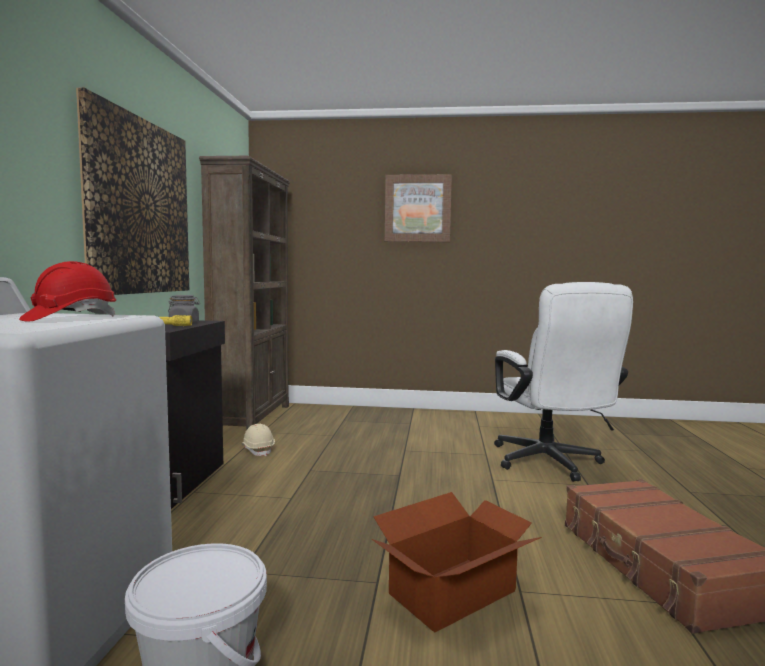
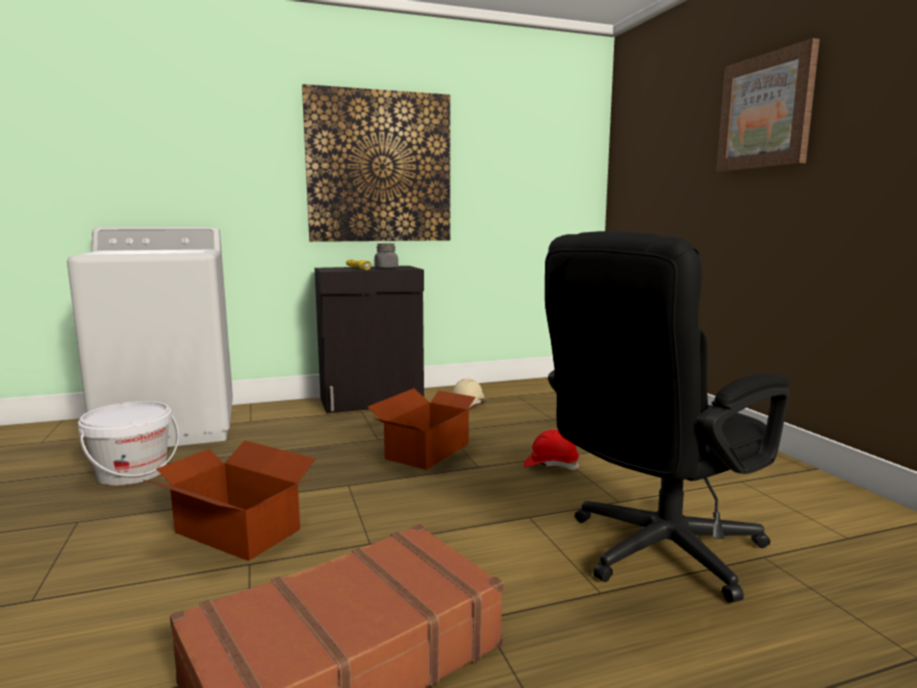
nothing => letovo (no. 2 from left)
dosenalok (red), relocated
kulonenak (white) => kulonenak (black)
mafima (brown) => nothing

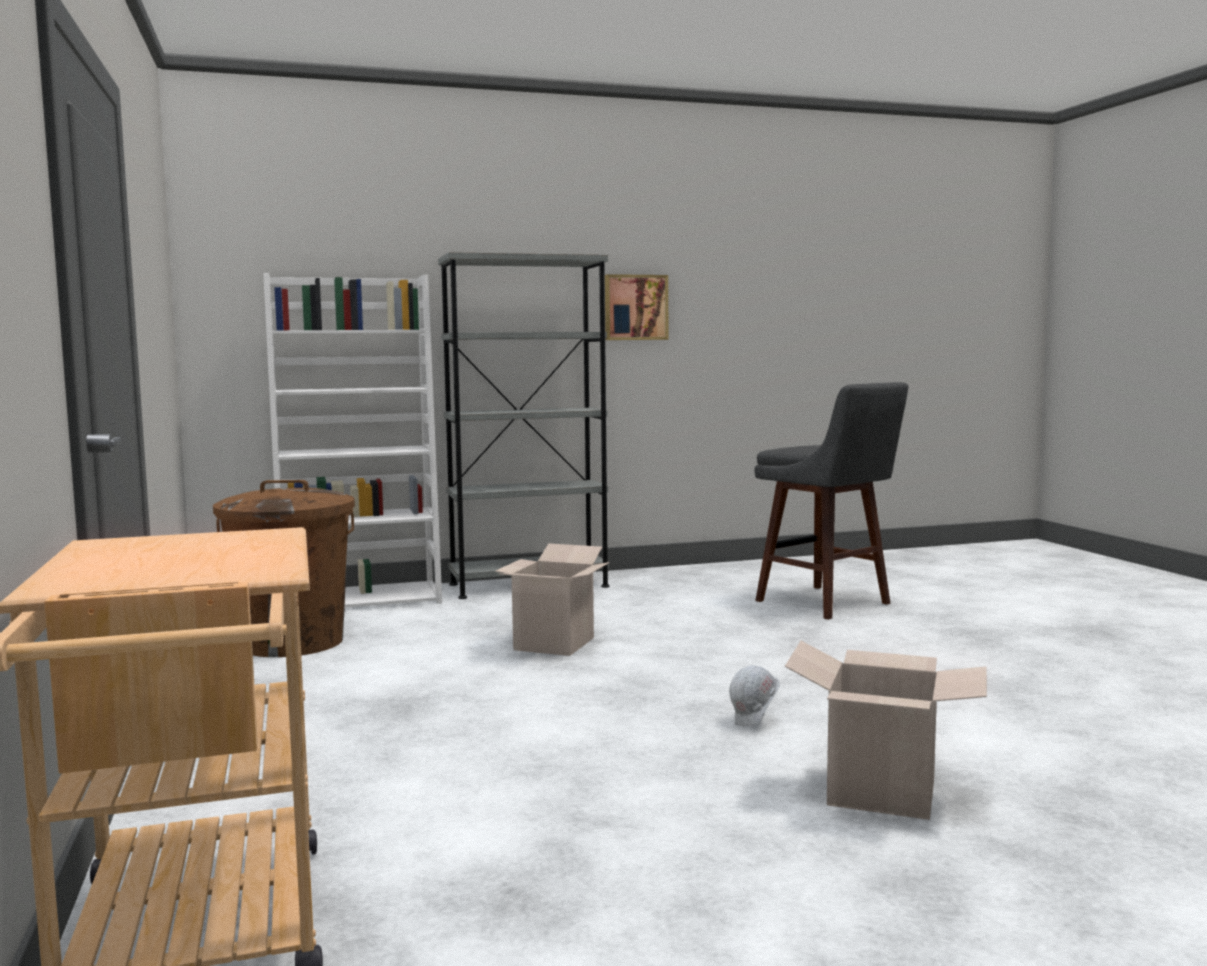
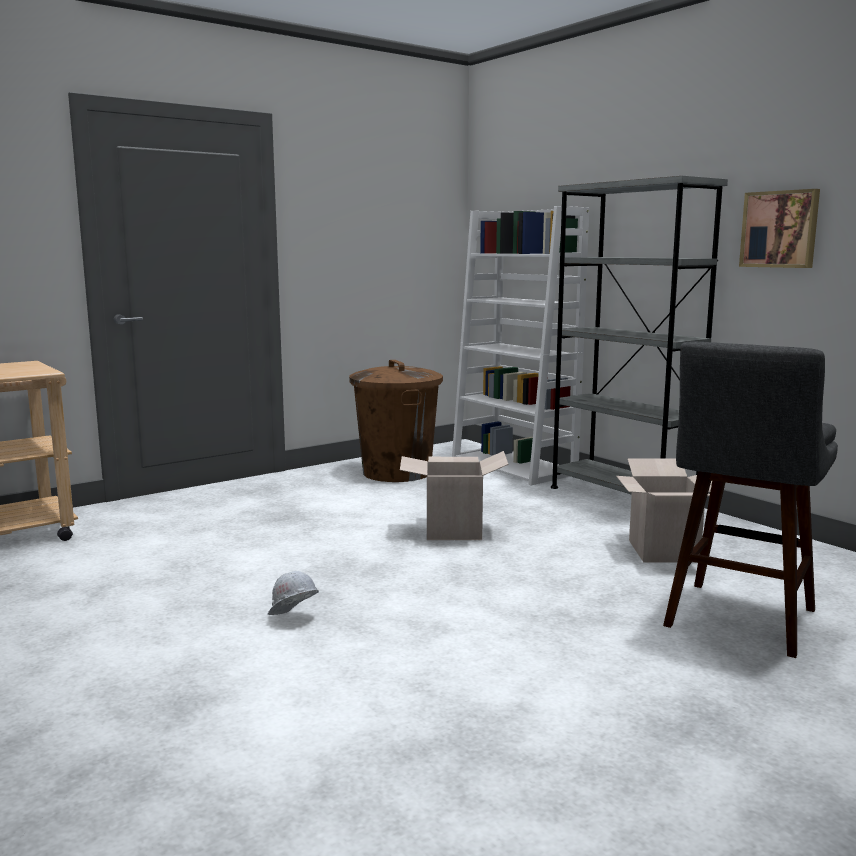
letovo (no. 2 from left), relocated

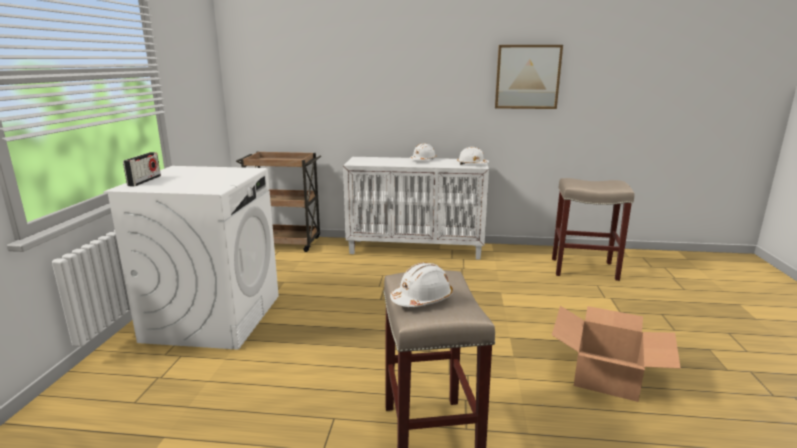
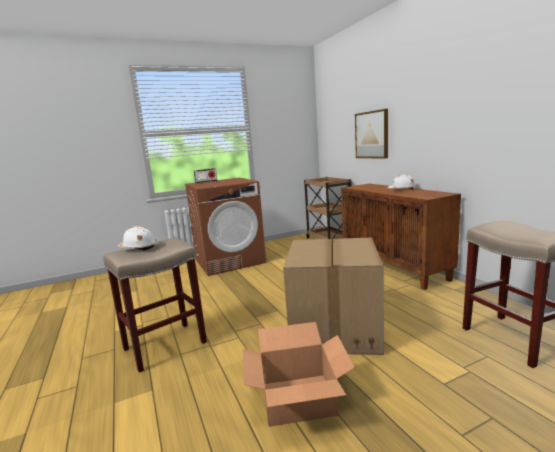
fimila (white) => fimila (brown)
nothing => letovo (no. 2 from left)
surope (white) => surope (brown)
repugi, relocated
dosenalok (white) (no. 3 from left) => nothing

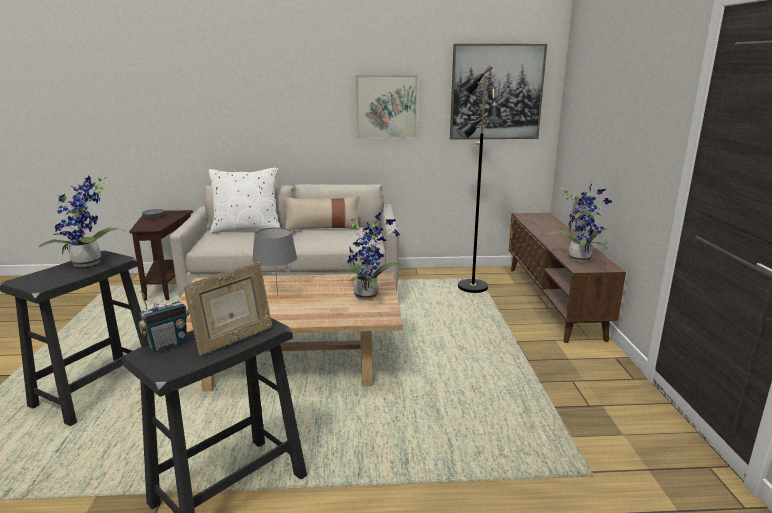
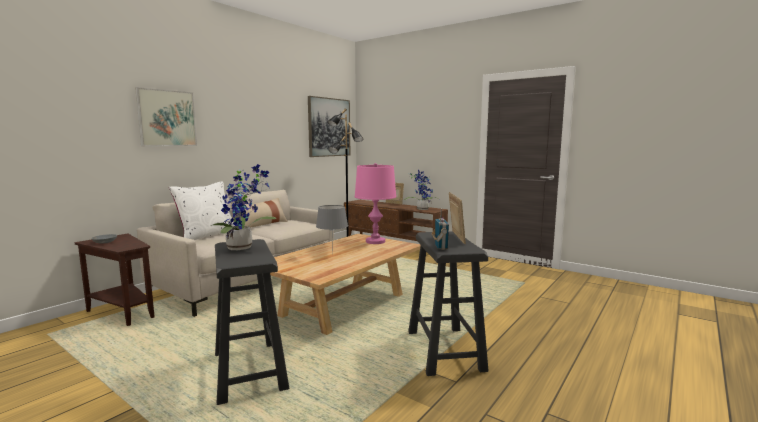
repugi (no. 1 from left), relocated
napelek (no. 2 from left) => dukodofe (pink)

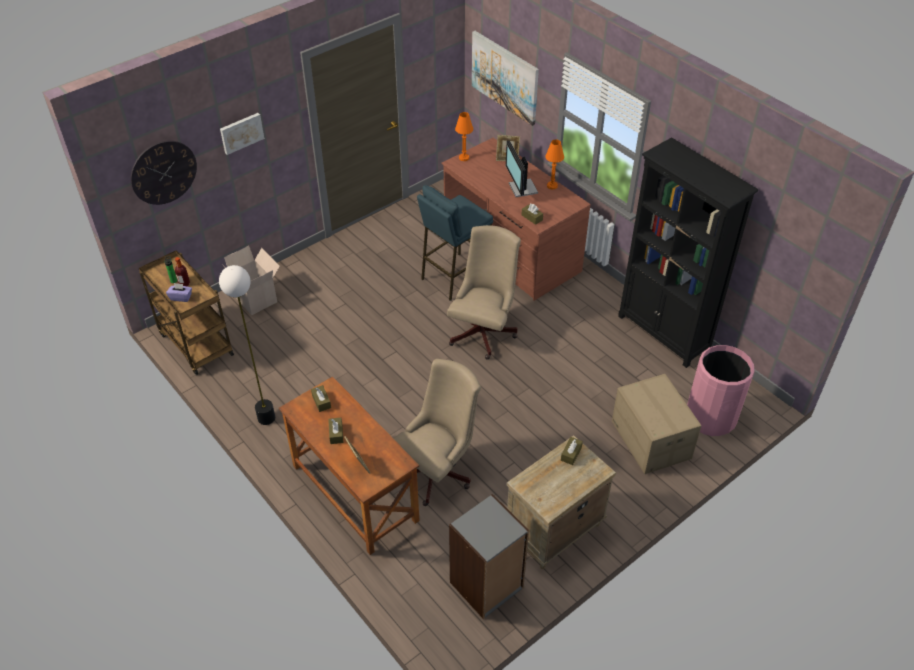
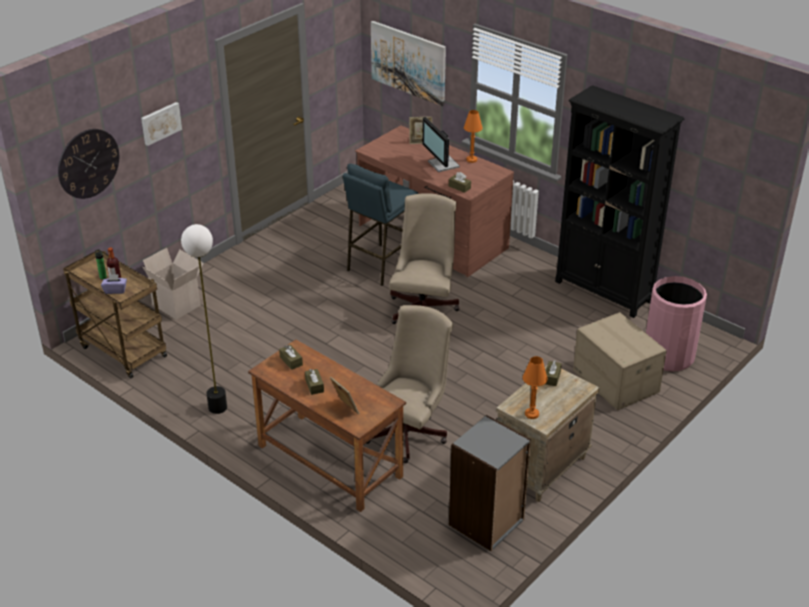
dukodofe (orange) (no. 1 from left in the first image) => dukodofe (orange) (no. 2 from left), relocated

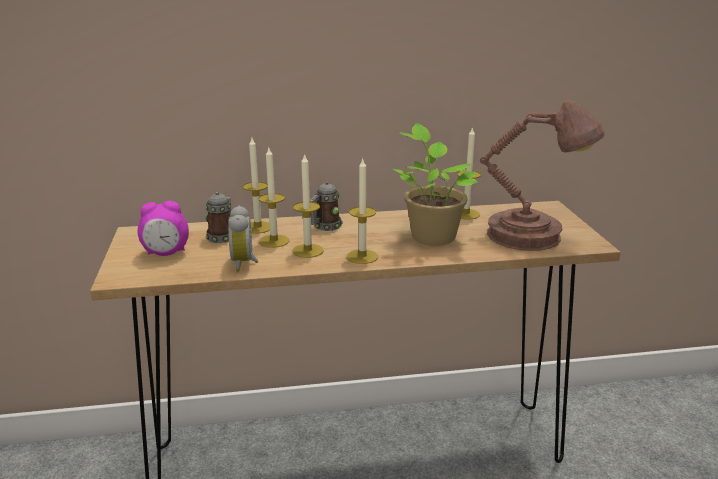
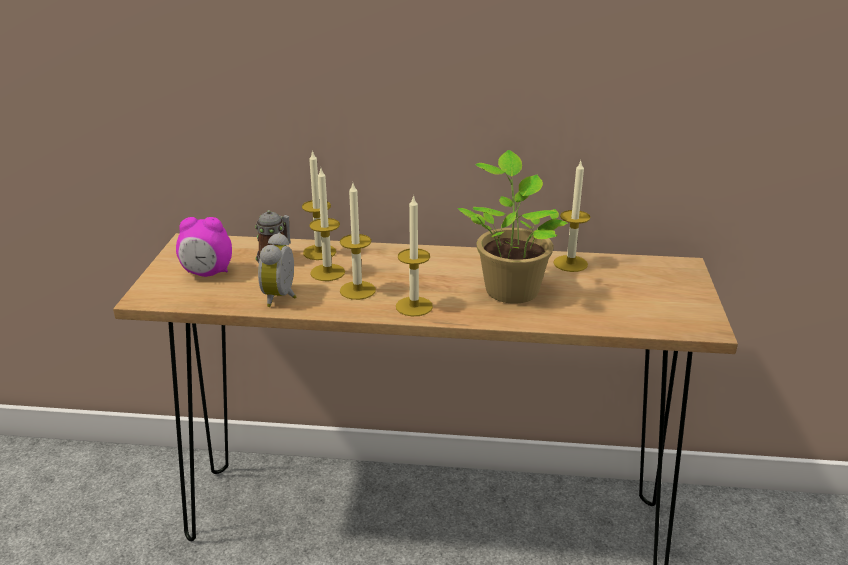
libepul (no. 2 from left) => nothing
dukodofe (brown) => nothing

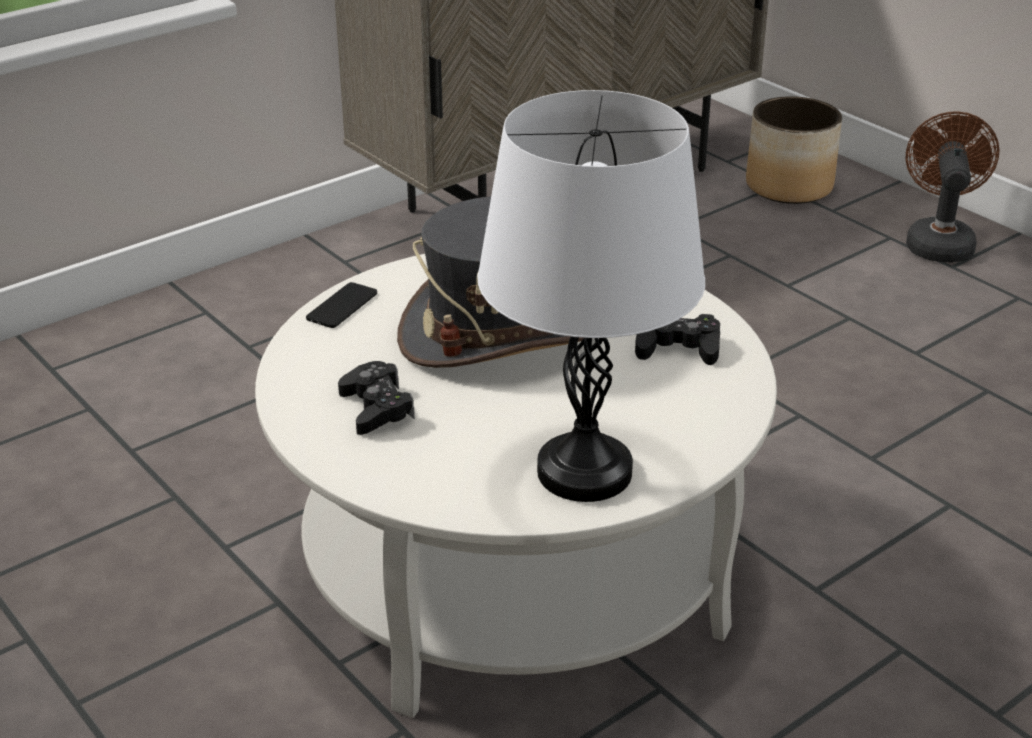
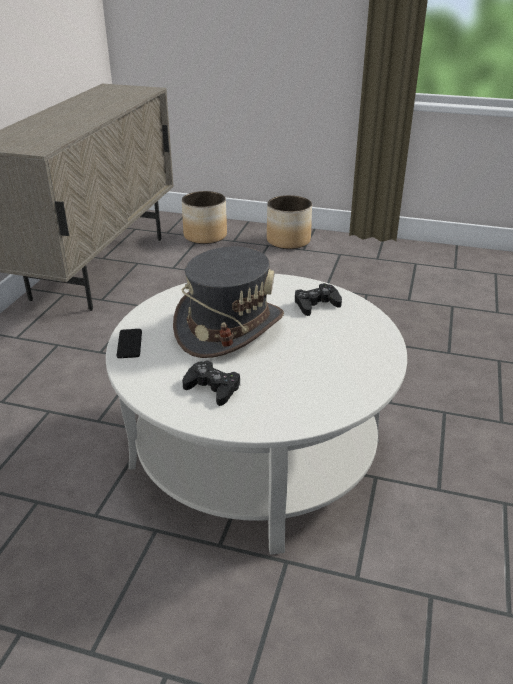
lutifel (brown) => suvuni (no. 2 from left)
dukodofe (white) => nothing

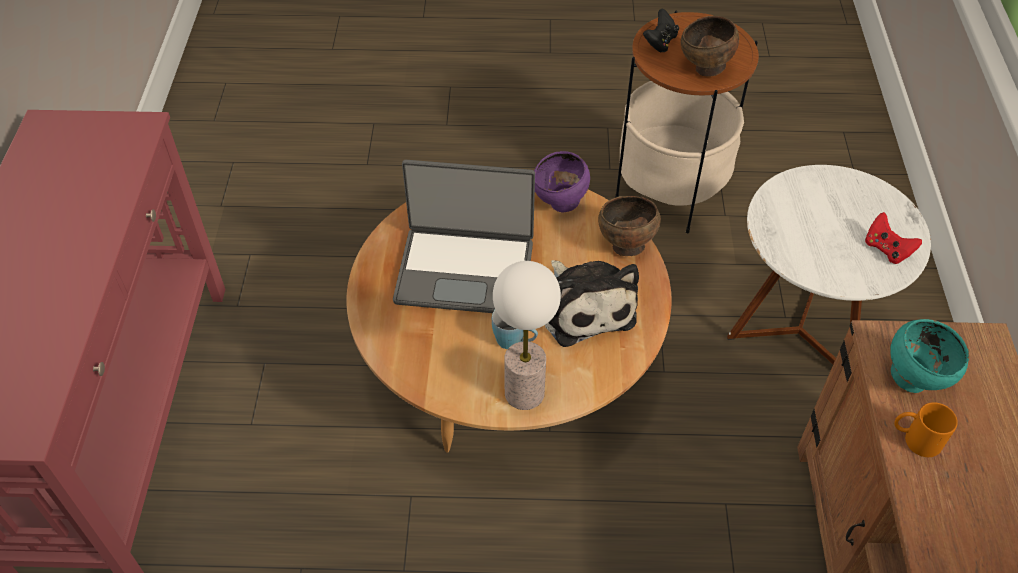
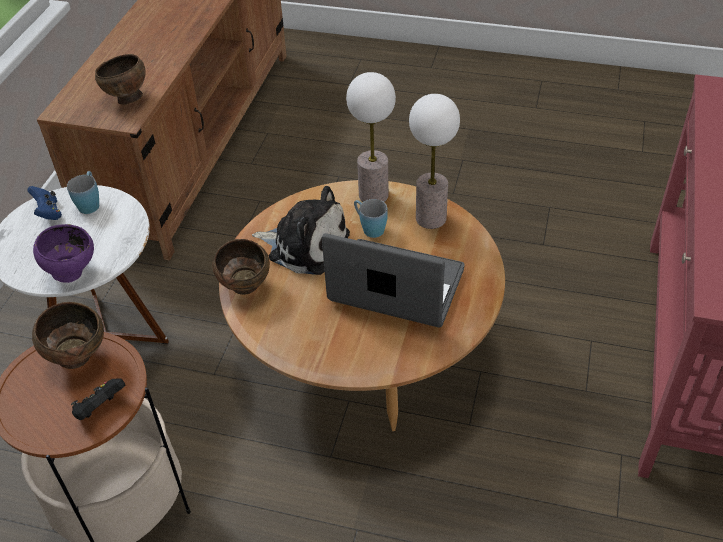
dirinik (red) => dirinik (blue)
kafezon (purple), relocated
nothing => libepul (blue) (no. 1 from left)
kafezon (turquoise) => kafezon (brown) (no. 2 from left)
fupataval, 120 degrees clockwise
nothing => dukodofe (no. 2 from left)
libepul (orange) => nothing

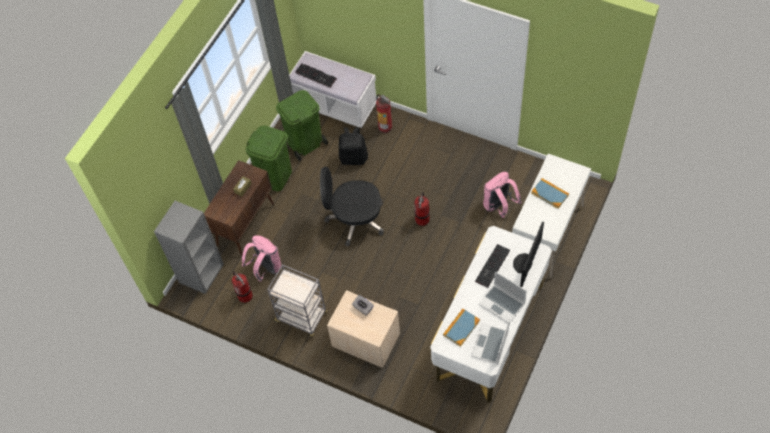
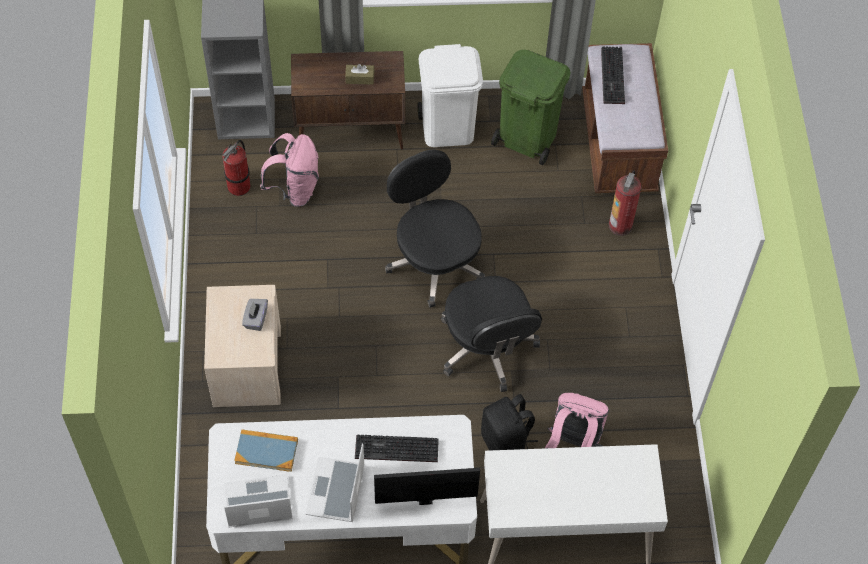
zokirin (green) (no. 1 from left) => zokirin (white)
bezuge (no. 3 from left) => kulonenak (black) (no. 2 from left)
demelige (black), relocated
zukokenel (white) => zukokenel (brown)
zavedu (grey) => nothing
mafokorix (no. 2 from left) => nothing

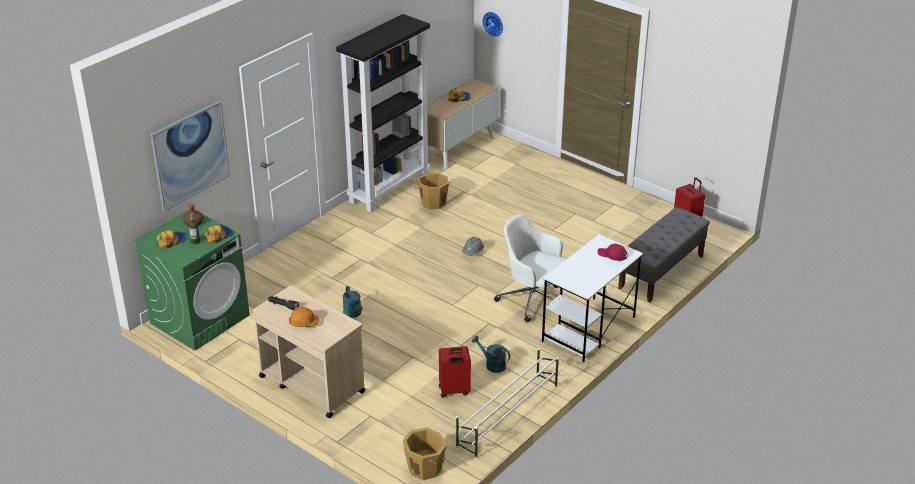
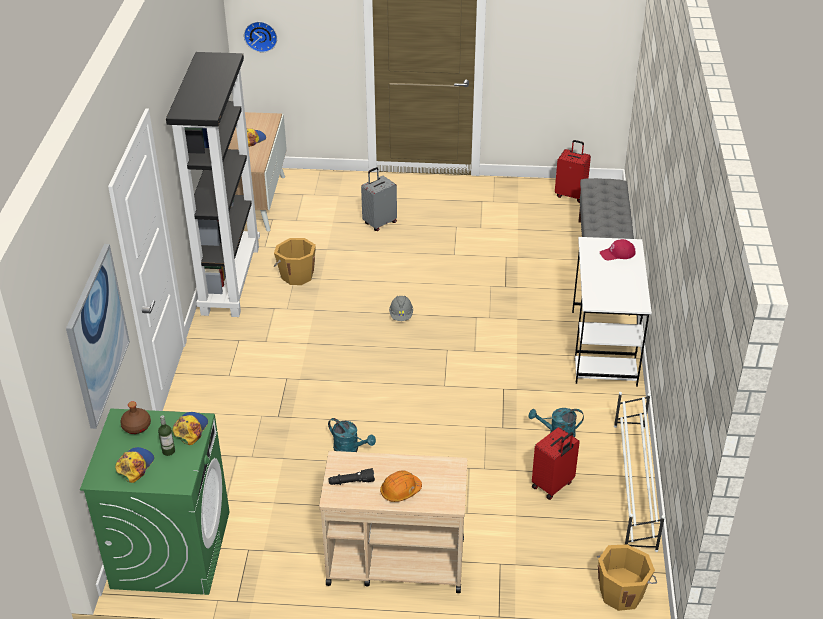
nothing => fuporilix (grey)
kulonenak (white) => nothing

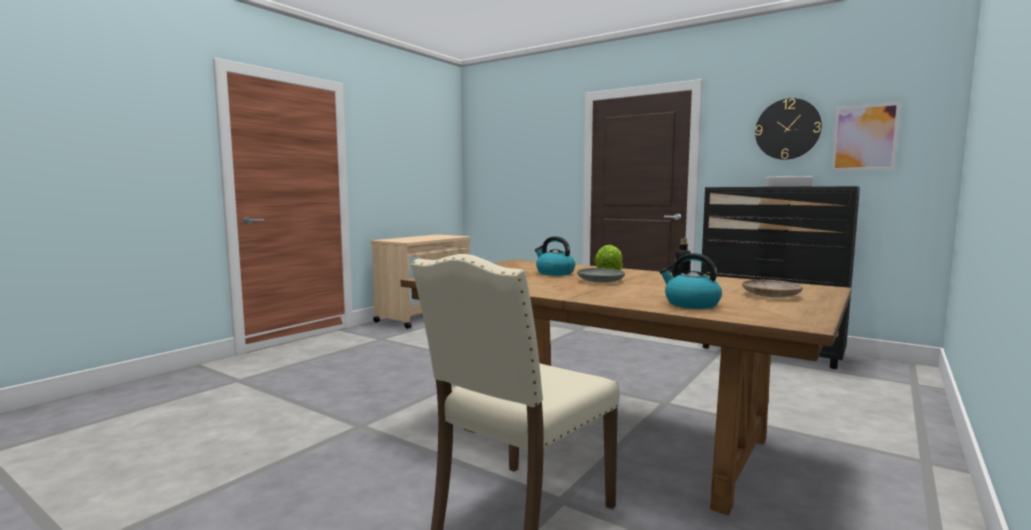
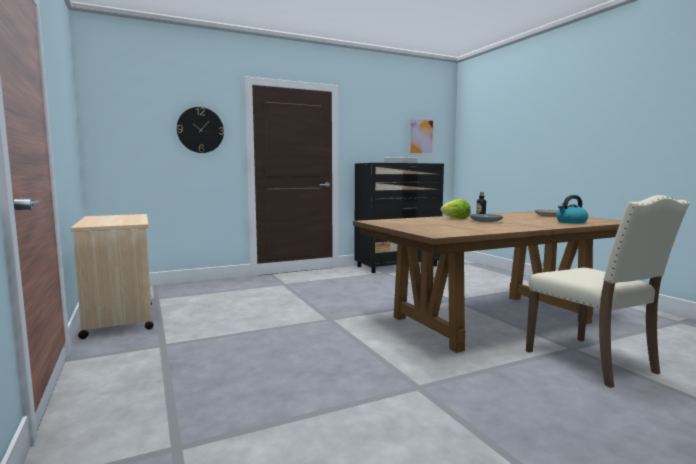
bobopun, relocated
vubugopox (no. 1 from left) => nothing

